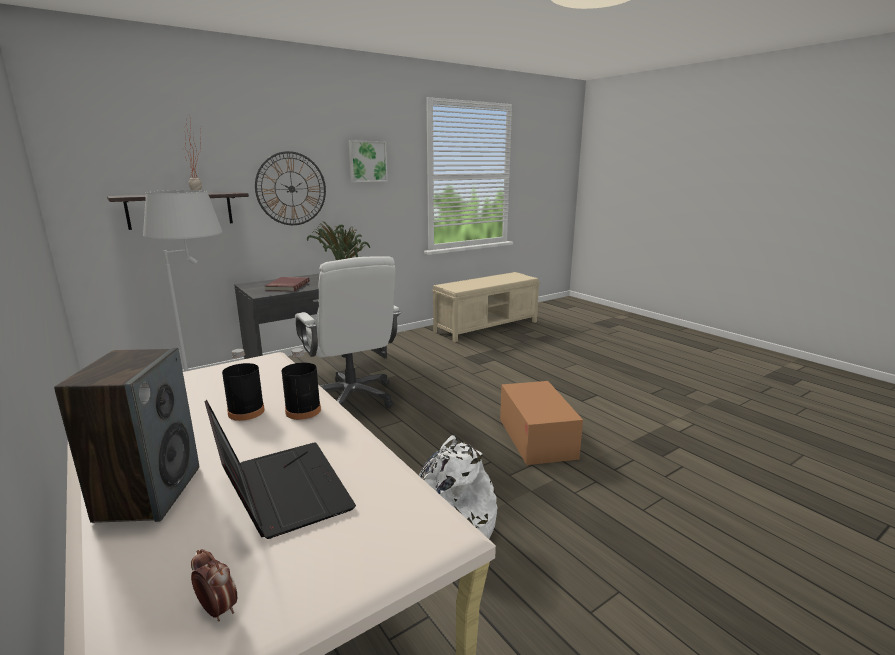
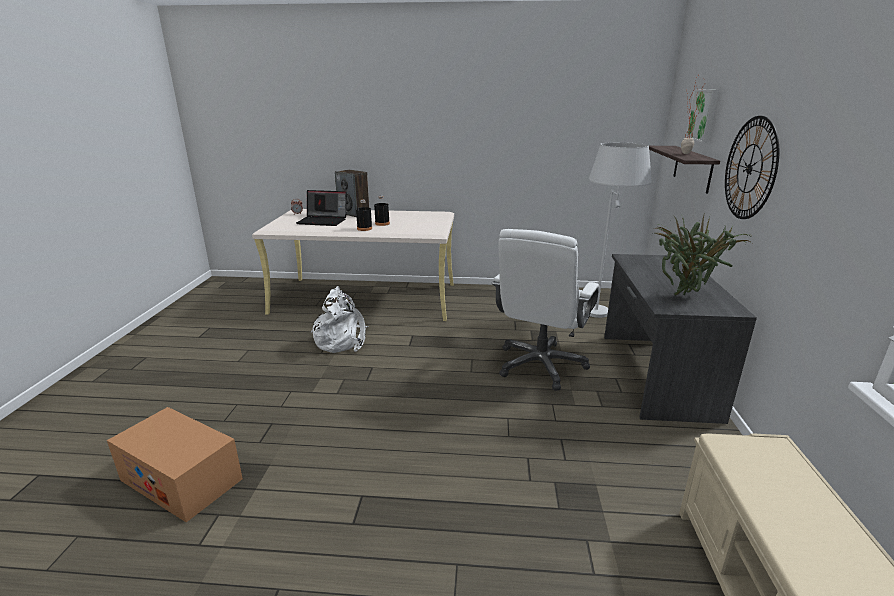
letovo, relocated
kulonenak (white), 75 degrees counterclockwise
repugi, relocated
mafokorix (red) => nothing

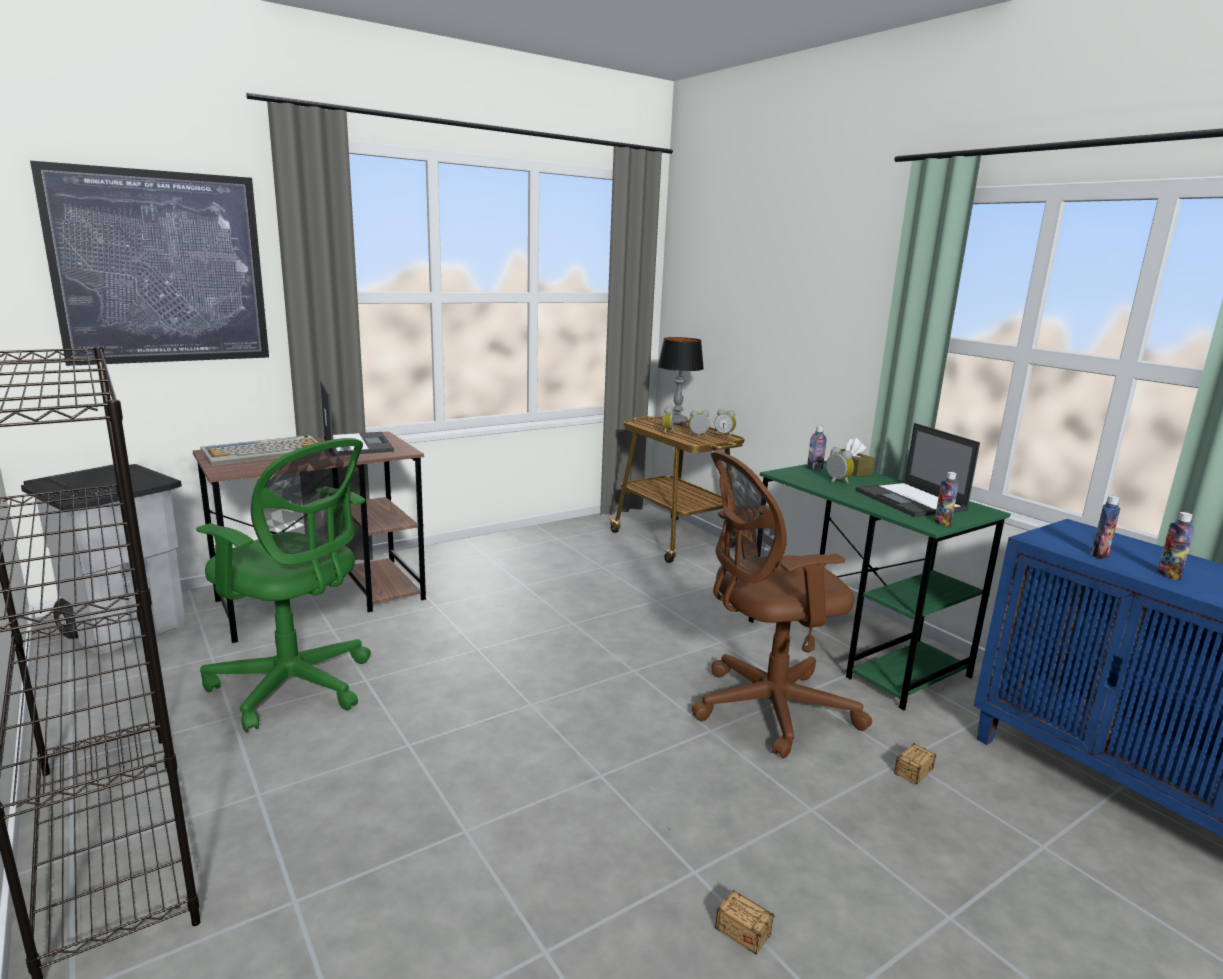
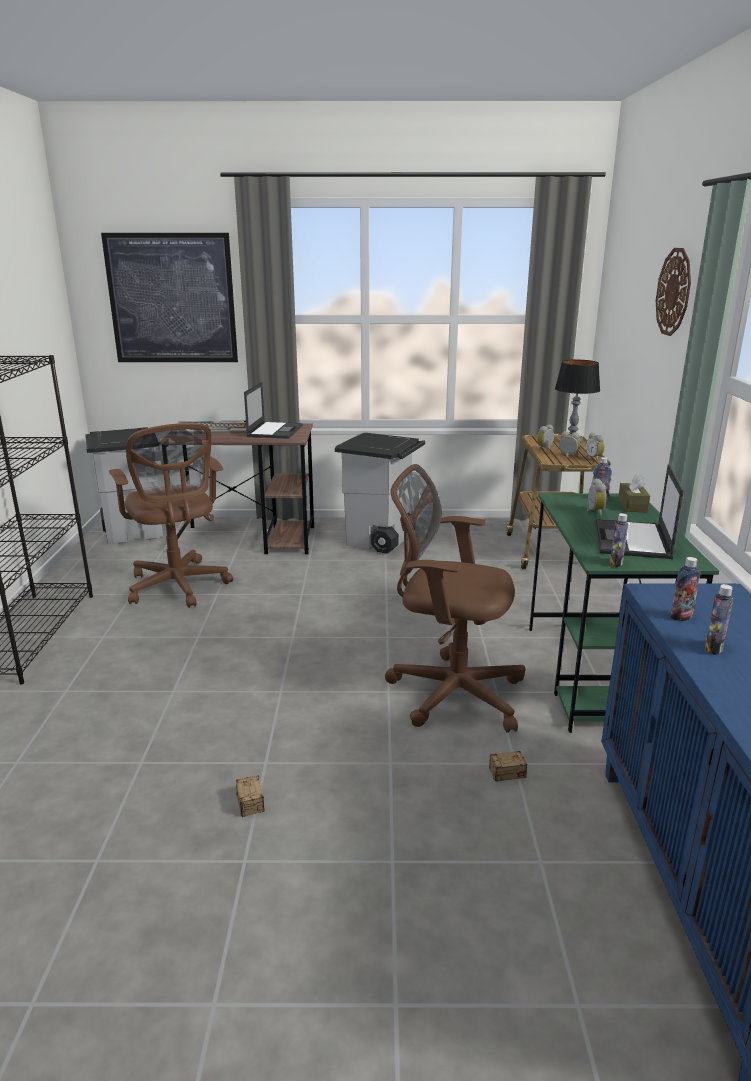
kulonenak (green) => kulonenak (brown) (no. 1 from left)
nothing => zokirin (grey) (no. 2 from left)
nothing => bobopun

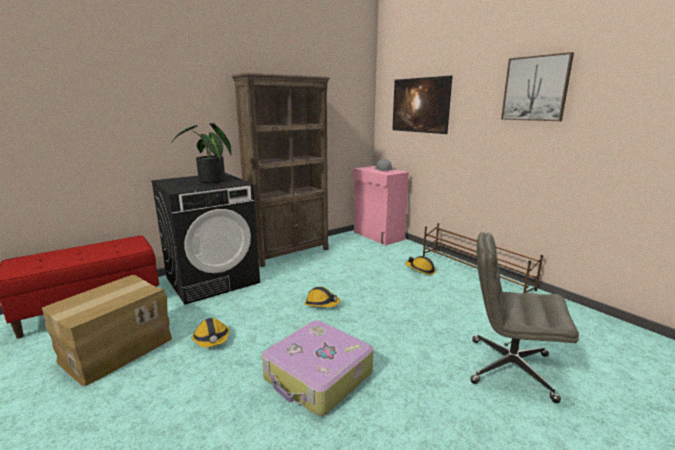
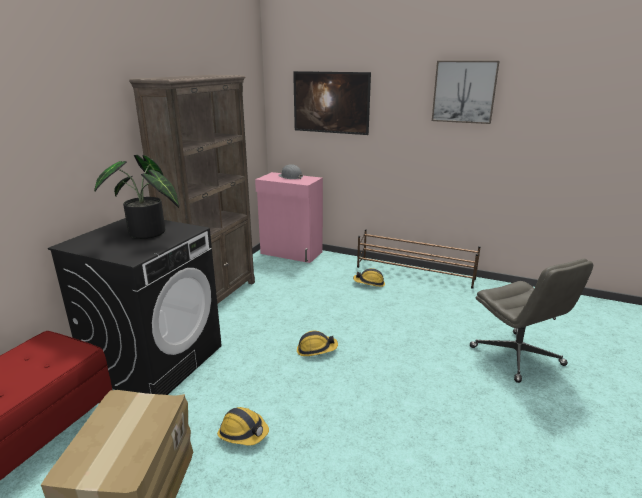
kulonenak (grey), 105 degrees counterclockwise
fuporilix => nothing

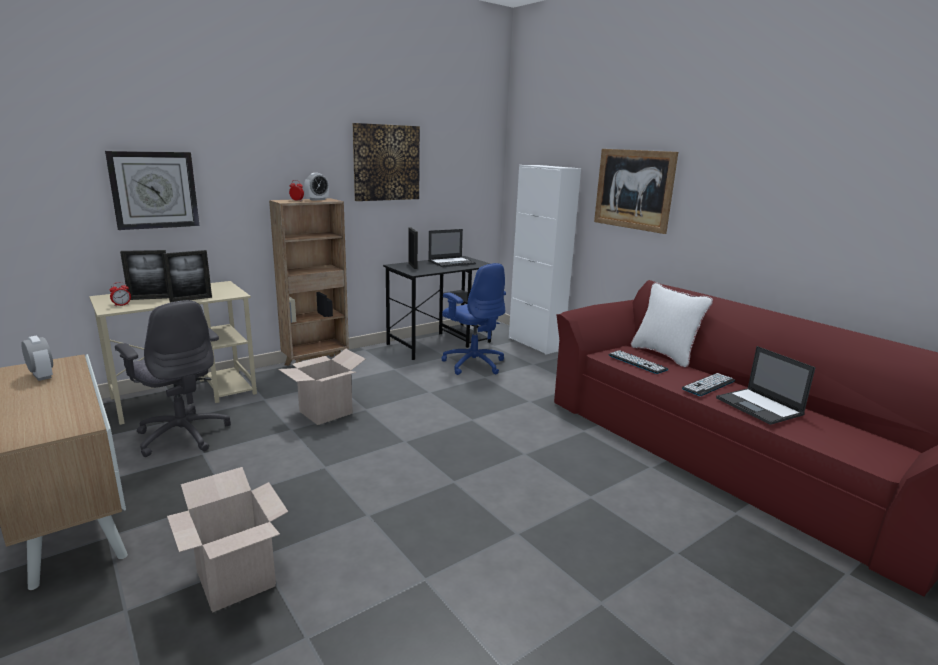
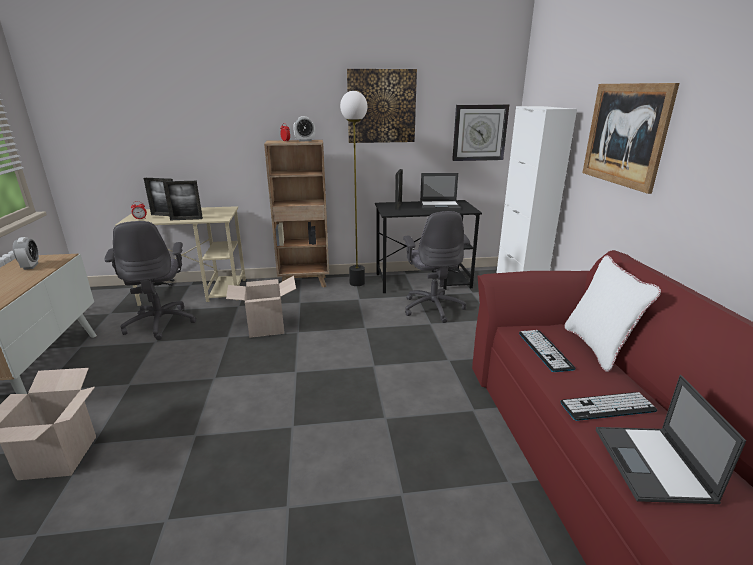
nothing => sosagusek
kulonenak (blue) => kulonenak (grey) (no. 2 from left)
bobopun, relocated

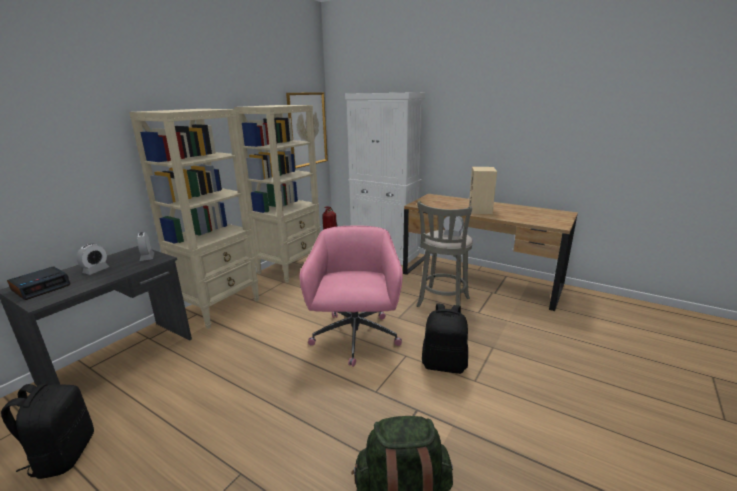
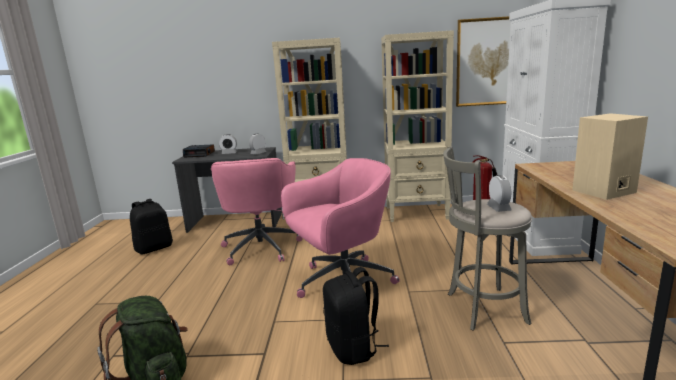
nothing => kulonenak (pink) (no. 1 from left)

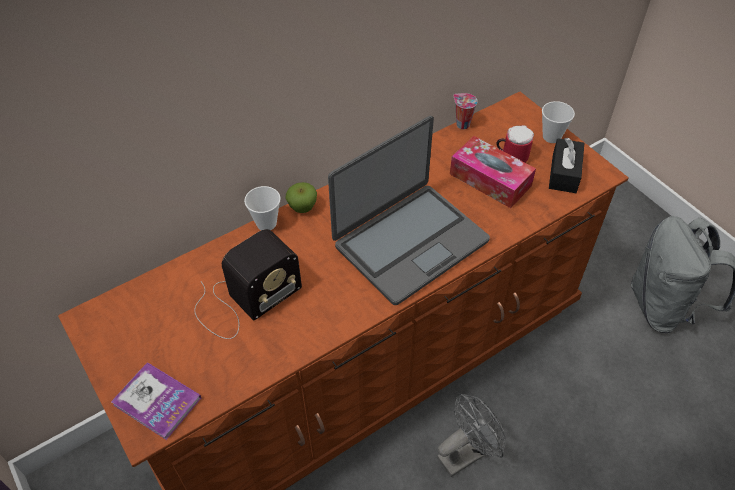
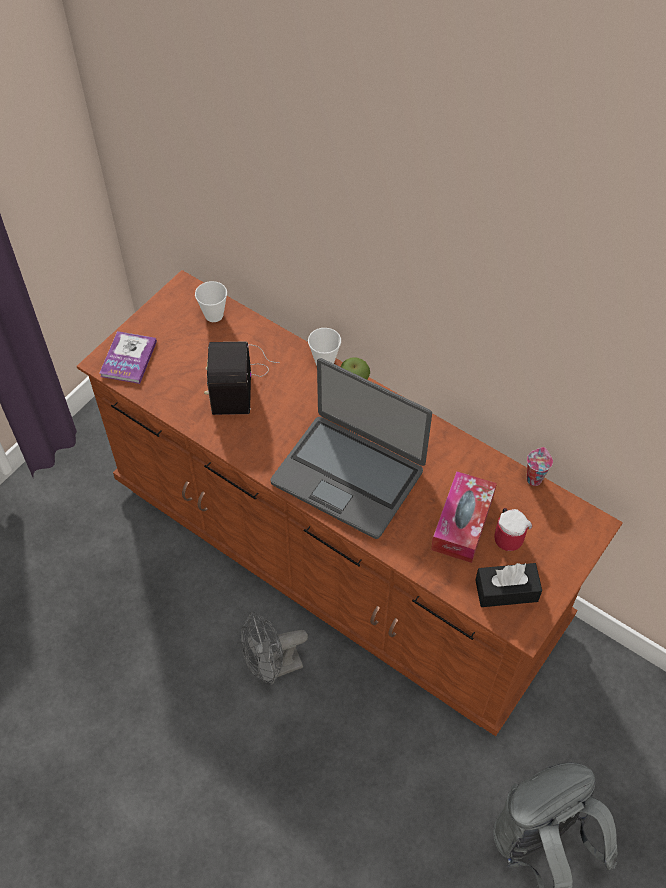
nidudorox (no. 3 from left in the first image) => nidudorox (no. 1 from left), relocated
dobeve, 60 degrees clockwise
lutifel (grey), 120 degrees clockwise

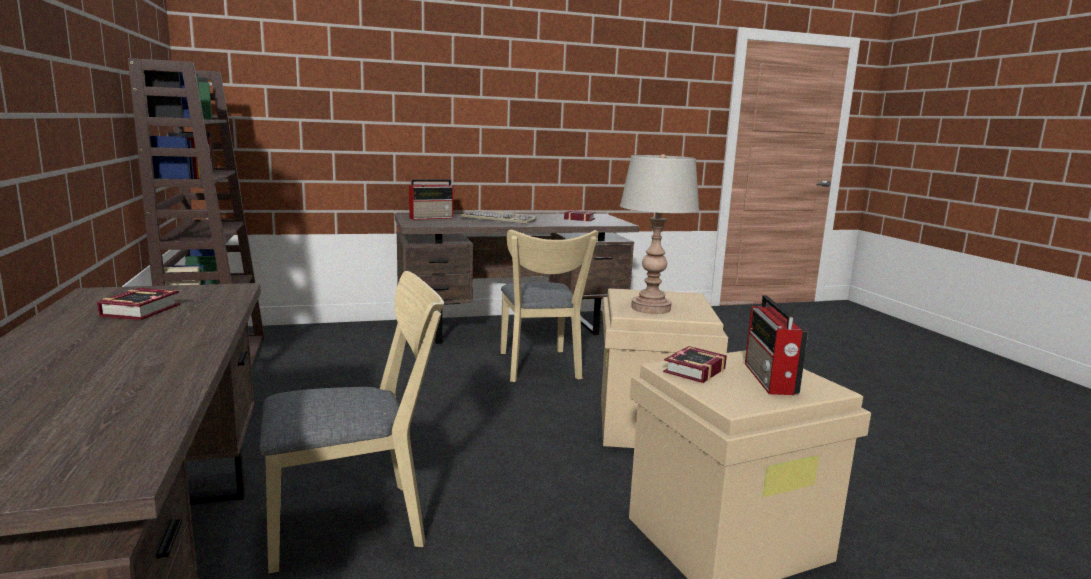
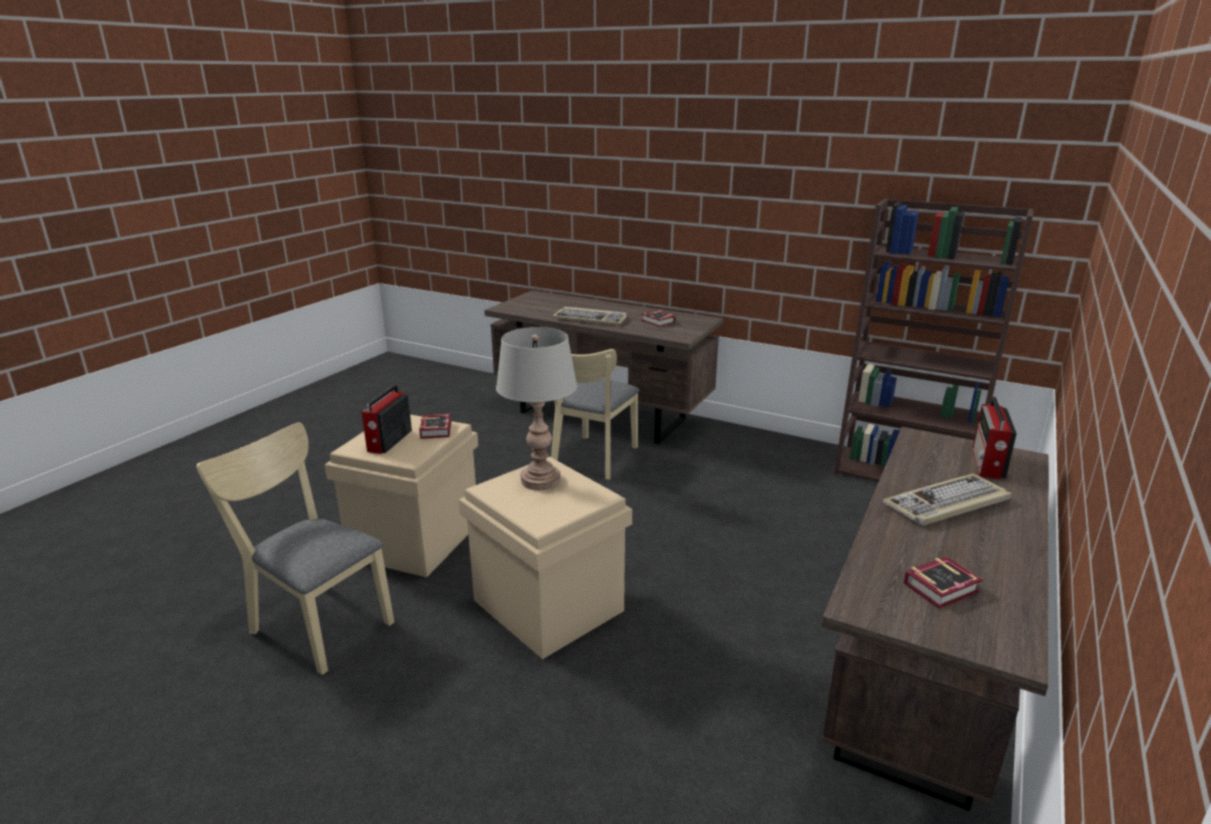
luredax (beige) (no. 2 from left in the first image) => luredax (beige) (no. 1 from left), relocated
dobeve (no. 2 from left in the first image) => dobeve (no. 1 from left), 120 degrees counterclockwise
nothing => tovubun (no. 1 from left)

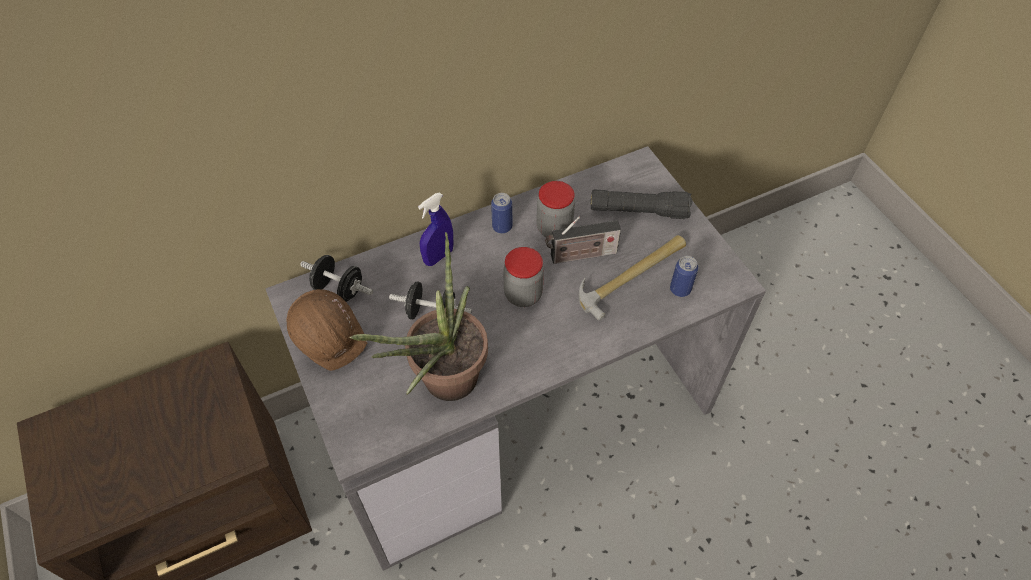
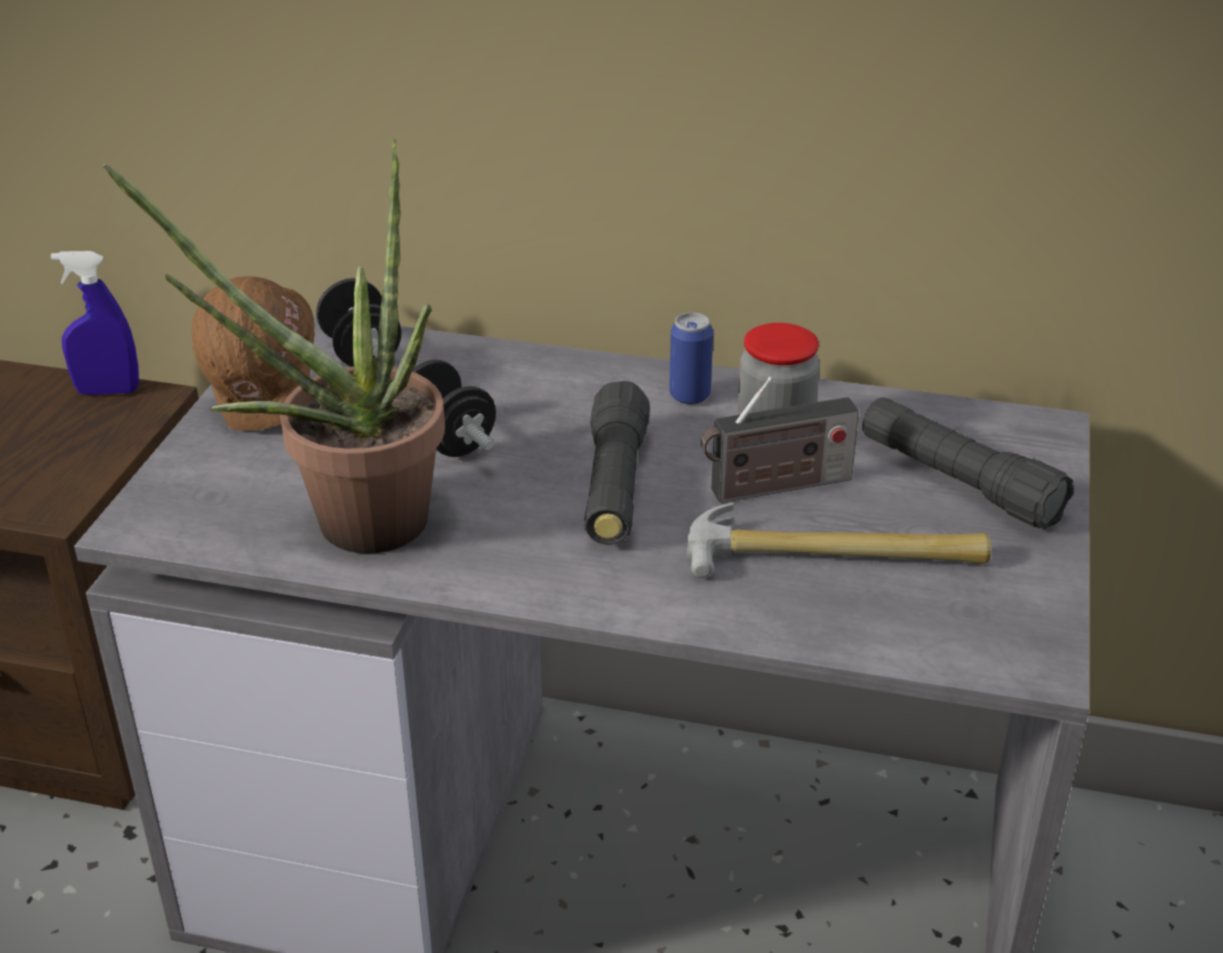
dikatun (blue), relocated
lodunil (no. 1 from left) => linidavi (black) (no. 1 from left)
dobeve, 45 degrees counterclockwise
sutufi (no. 2 from left) => nothing

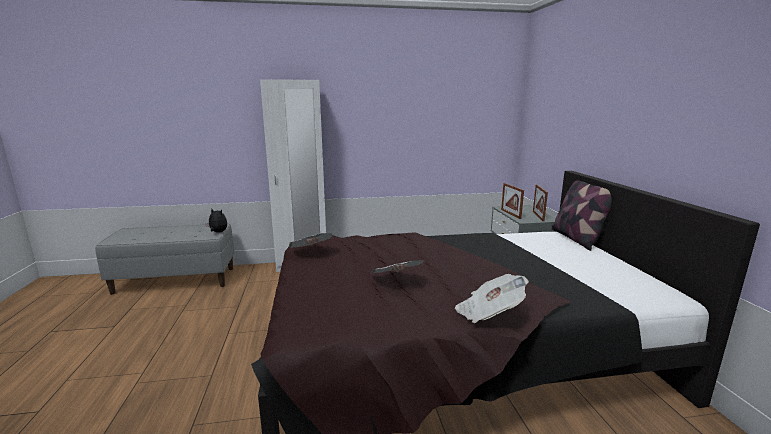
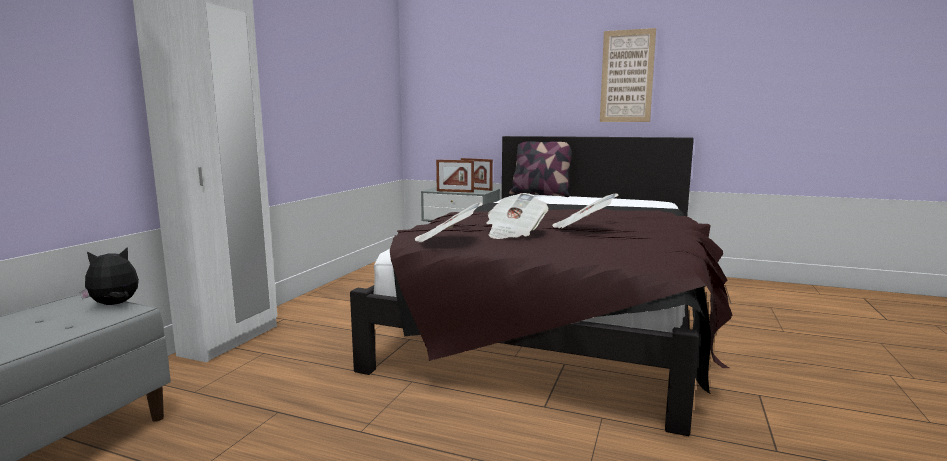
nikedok (no. 3 from left in the first image) => nikedok (no. 2 from left), relocated
nothing => repugi

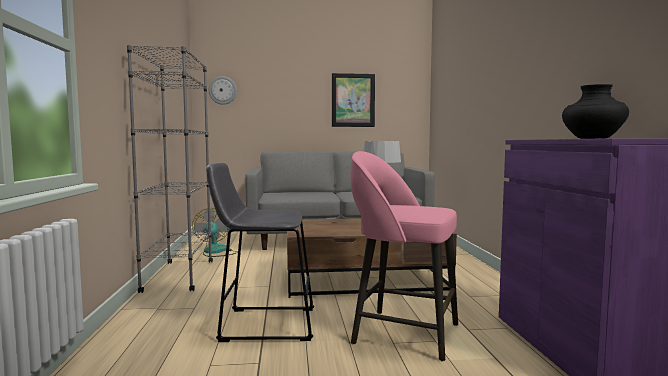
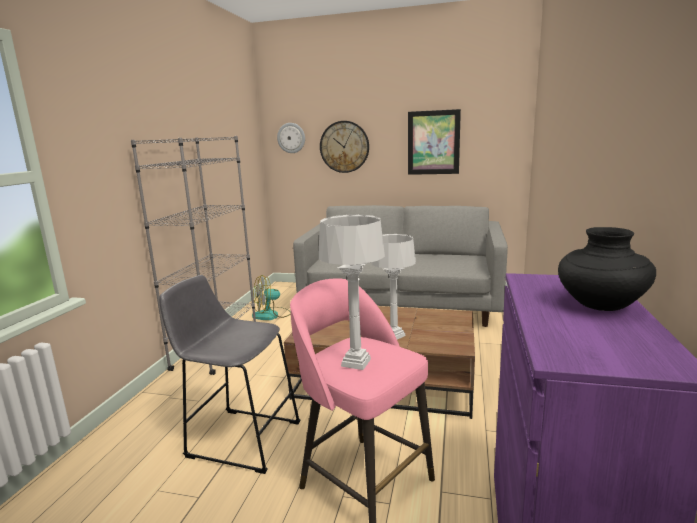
lutifel, 120 degrees counterclockwise
nothing => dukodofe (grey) (no. 1 from left)
nothing => bobopun (no. 2 from left)

